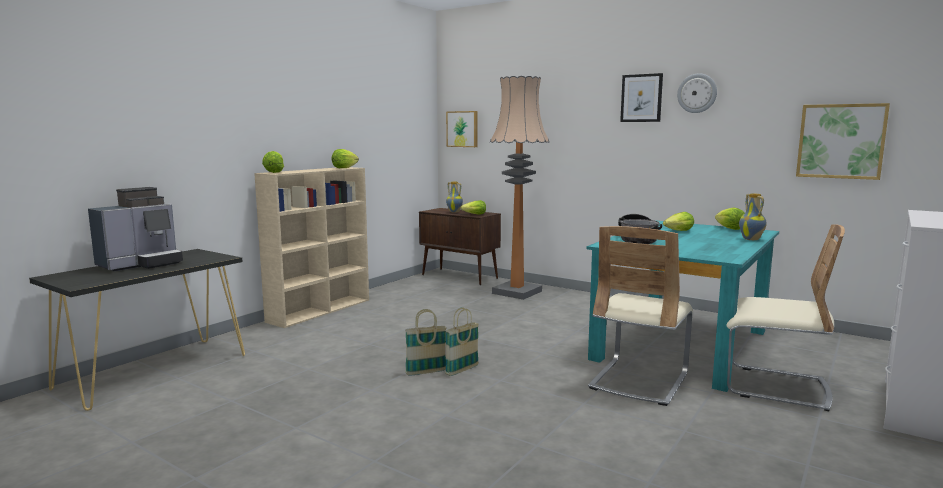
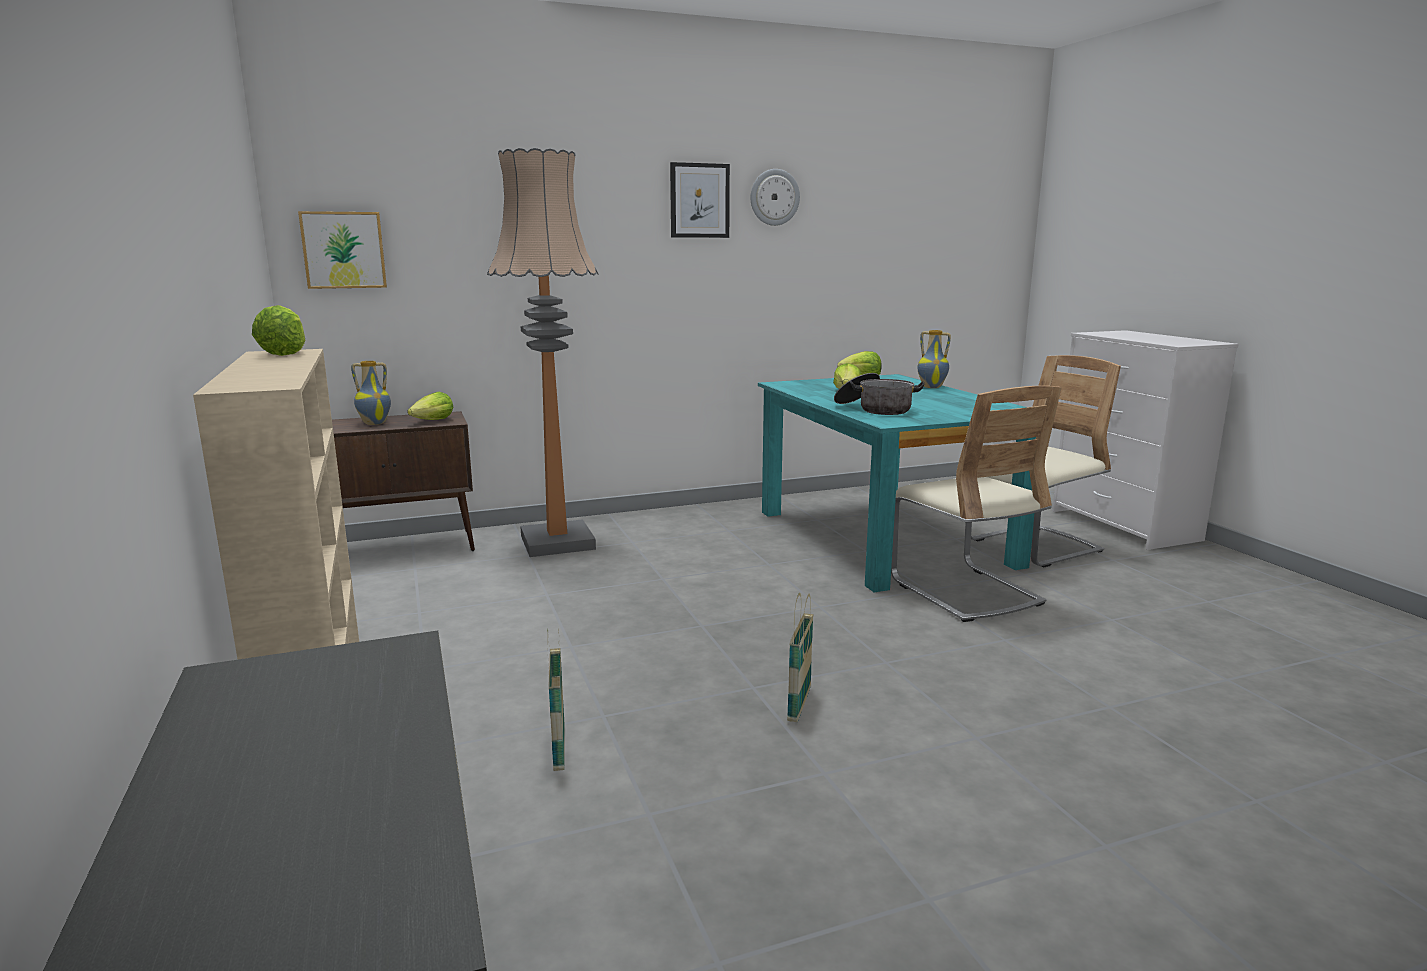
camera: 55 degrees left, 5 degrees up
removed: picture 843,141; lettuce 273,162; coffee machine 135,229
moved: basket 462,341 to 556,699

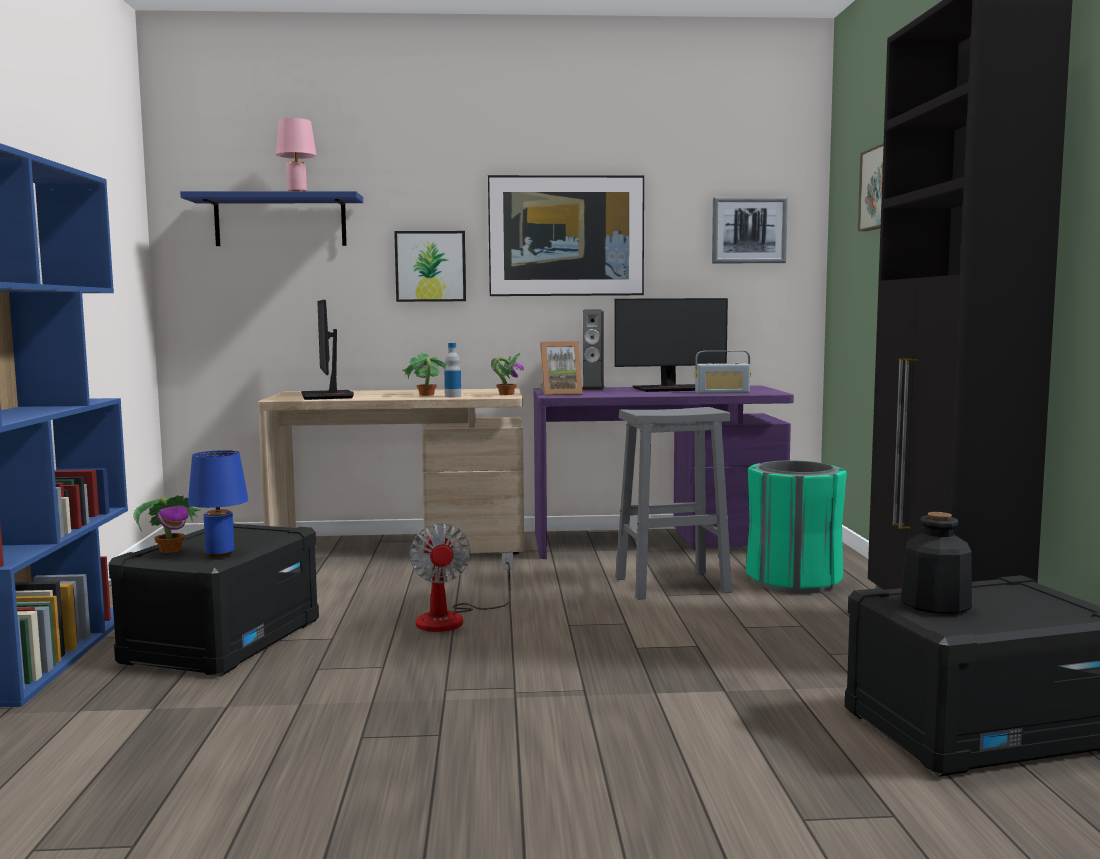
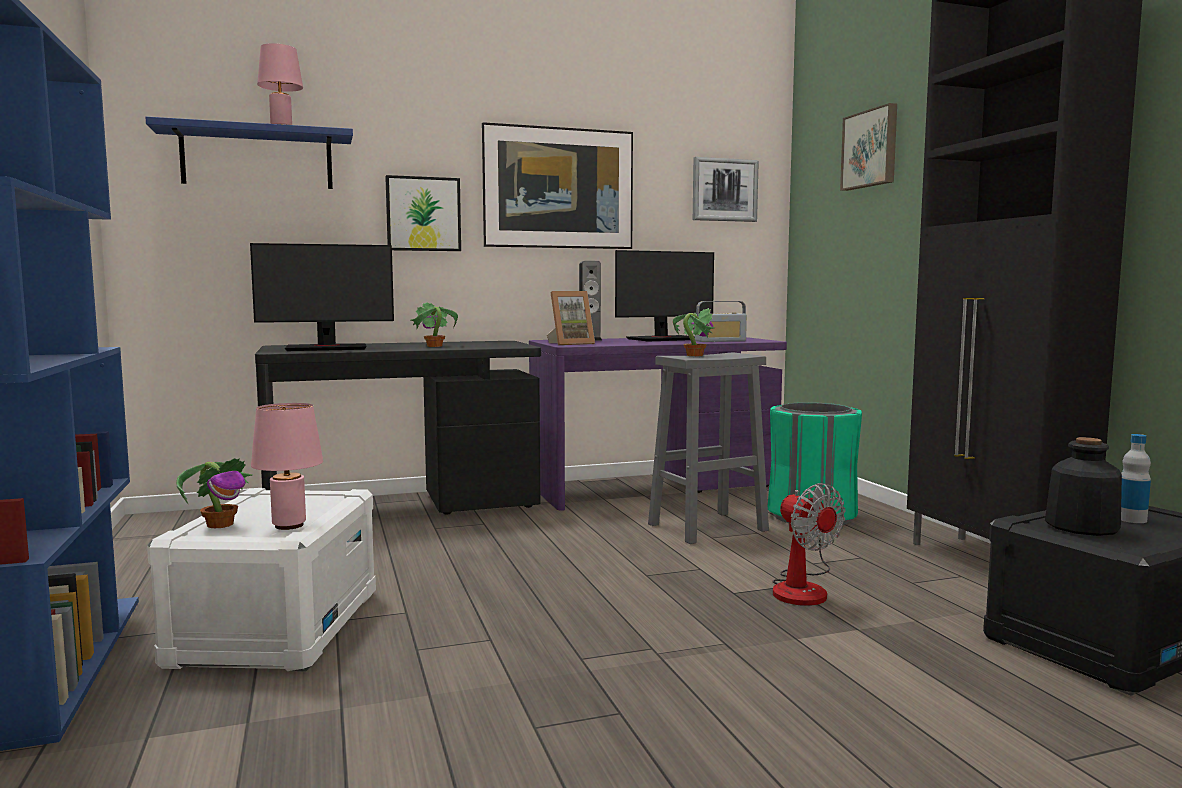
camera: 15 degrees left, 0 degrees up
moved: bottle 453,370 to 1136,478; potted plant 507,373 to 694,332; fan 461,577 to 809,544
recoloured: beige desk 391,471 to black desk 398,428; blue table lamp 218,503 to pink table lamp 287,466; black storage box 213,600 to white storage box 261,580
turned: monitor 327,350 = 322,297 75 degrees counterclockwise

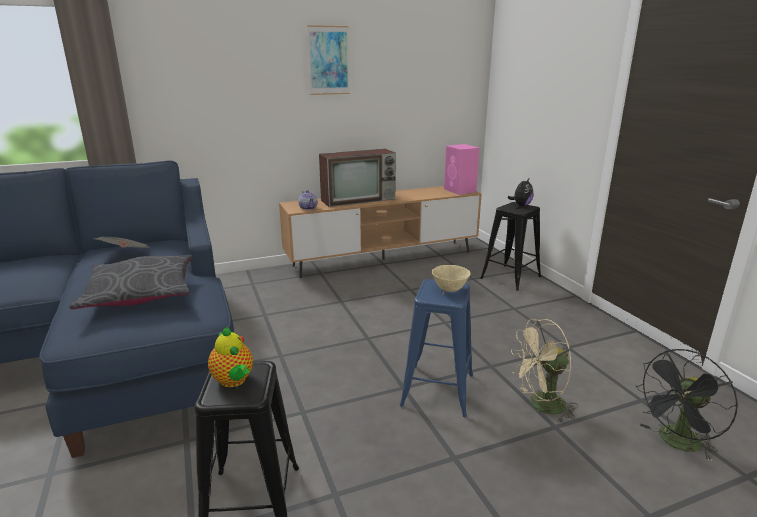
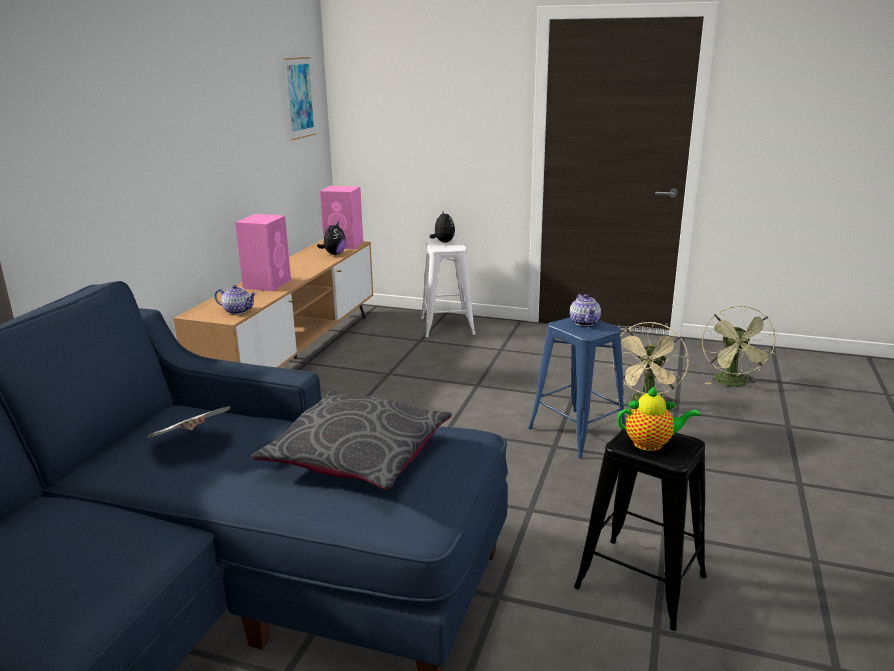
camera: 50 degrees left, 0 degrees up
added: plush toy 331,238
moved: picture 328,60 to 300,98
replaced: television 357,178 to pink speaker 263,252; beige bowl 451,278 to teapot 585,310
recoloured: black stool 510,246 to white stool 448,288; black fan 686,405 to green fan 740,346

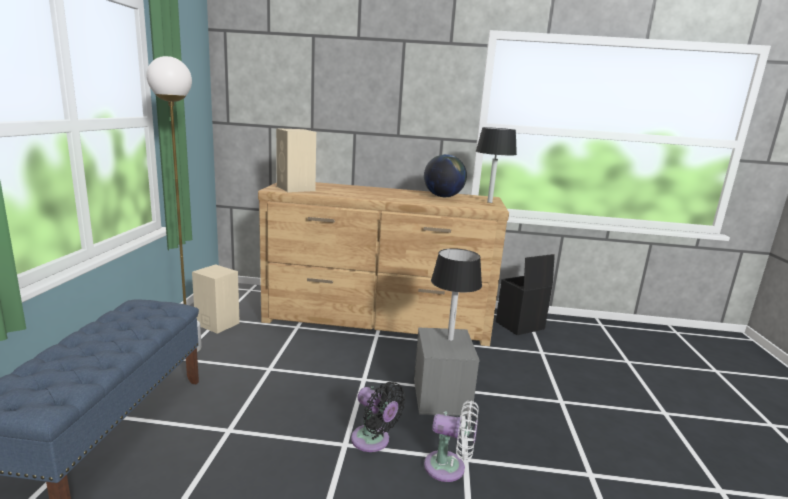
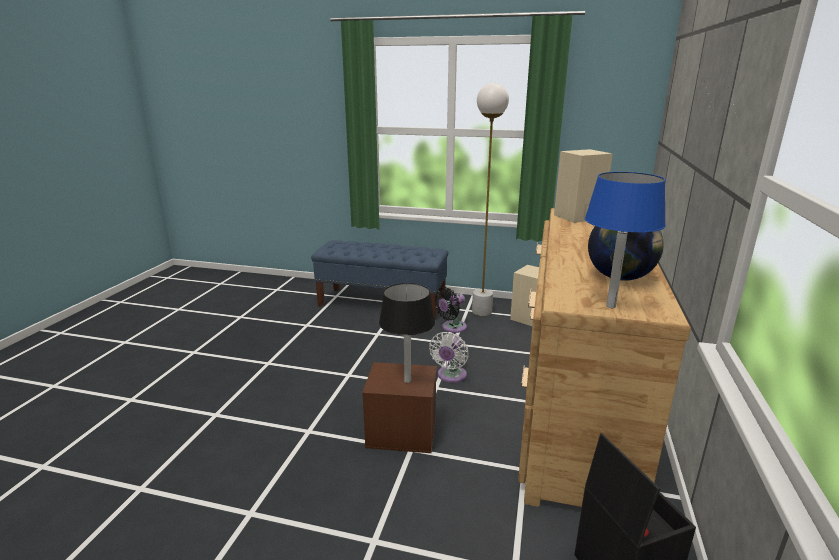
camera: 100 degrees right, 5 degrees up
moved: black fan 378,417 to 450,310; white fan 451,441 to 449,357
recoloured: black table lamp 496,165 to blue table lamp 625,240; grey storage box 447,371 to brown storage box 399,407

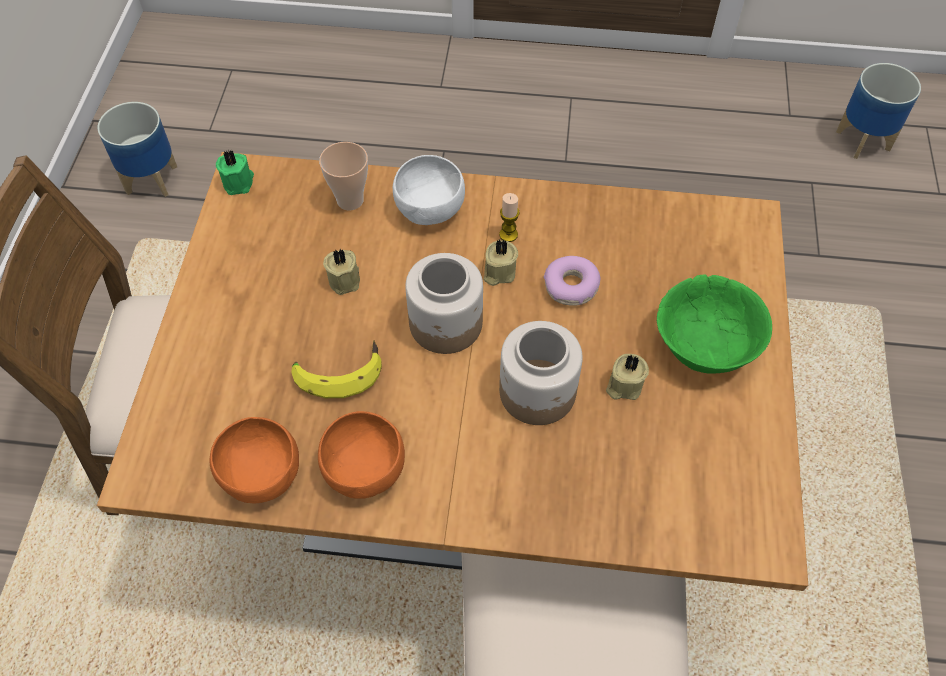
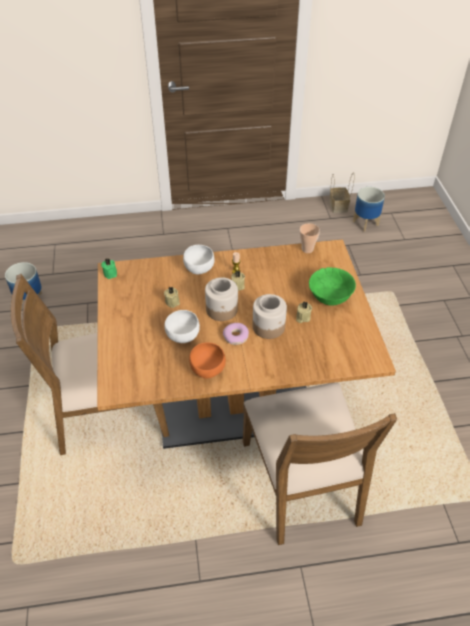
camera: 15 degrees left, 10 degrees down
removed: orange bowl 254,460
added: basket 341,192
moved: cup 343,176 to 310,238; donut 572,281 to 236,334
replaced: banana 336,369 to white bowl 182,326

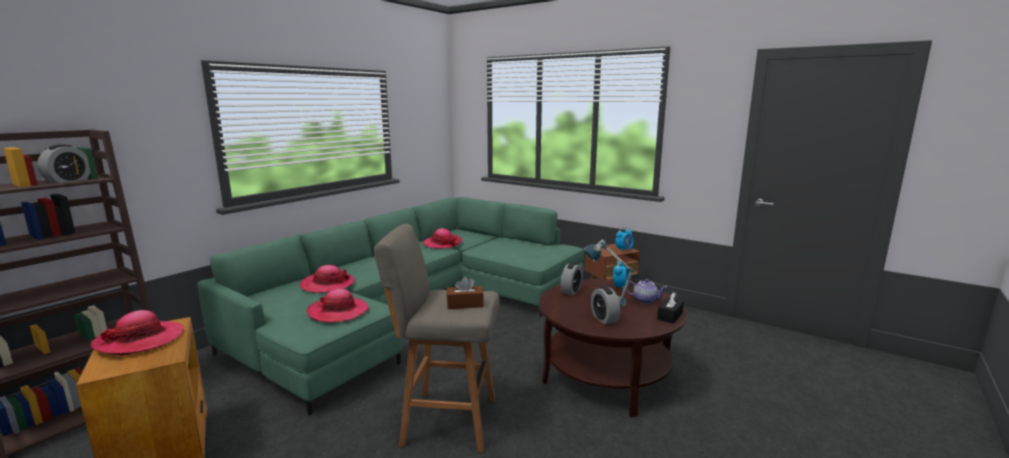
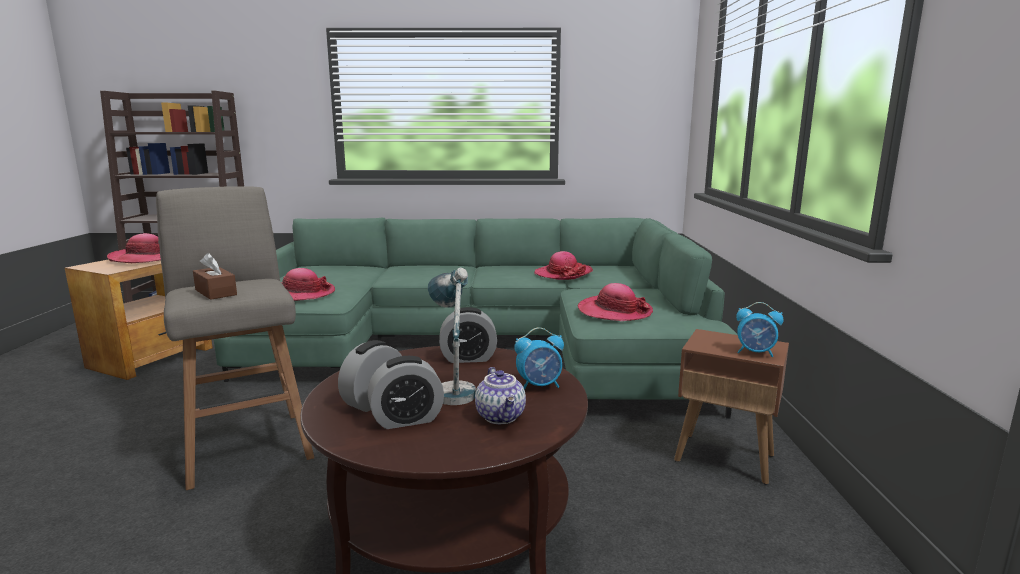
camera: 55 degrees right, 0 degrees up
removed: black tissue box 670,308
moved: alarm clock 63,164 to 405,392; hat 327,279 to 615,302

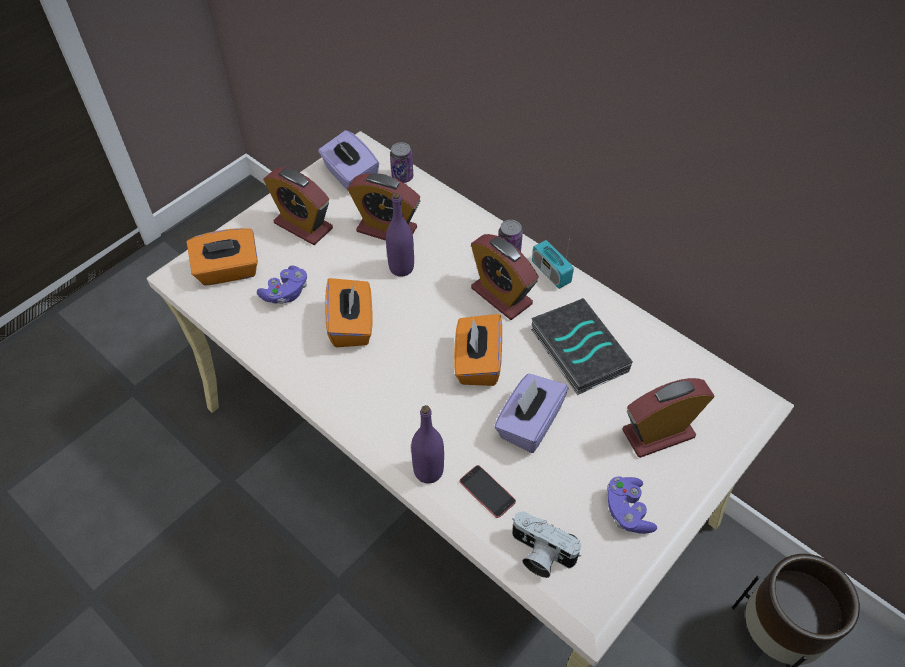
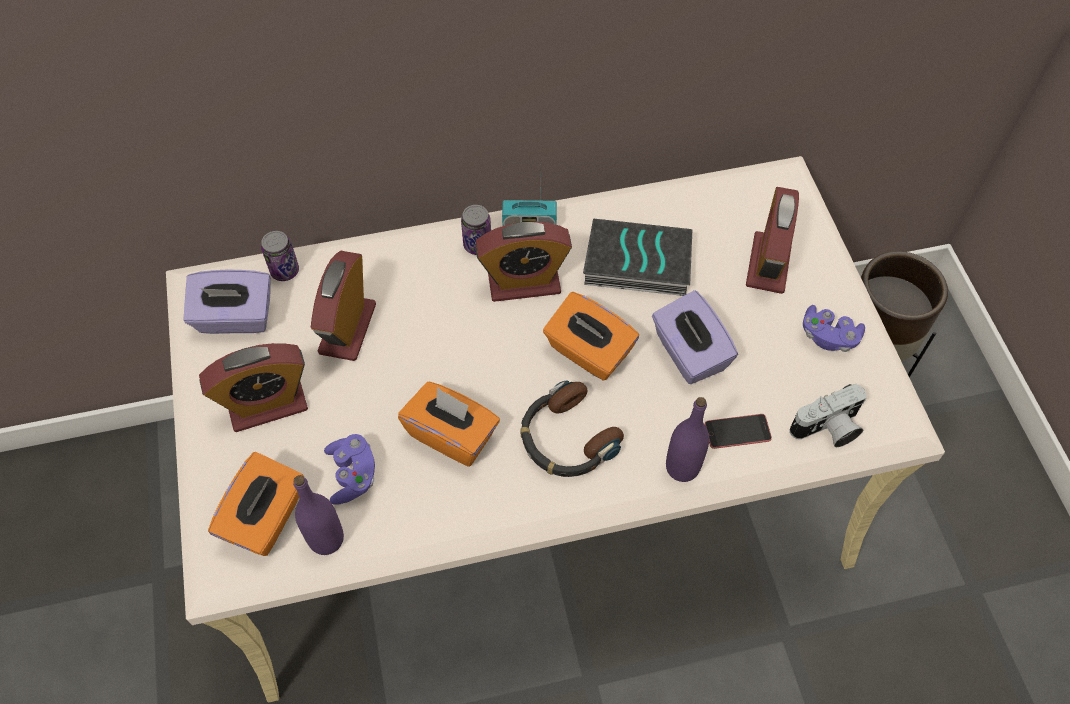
camera: 55 degrees left, 5 degrees up
added: headphones 572,428
moved: purple bottle 400,235 to 318,515
turned: alarm clock 383,207 = 343,306 135 degrees clockwise

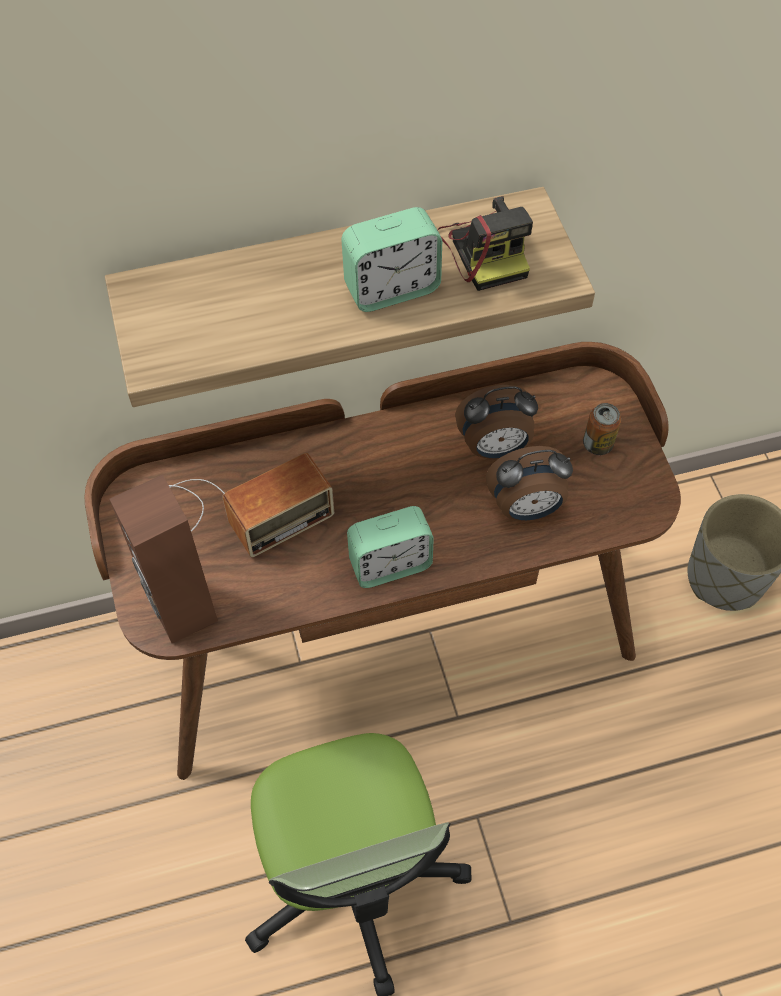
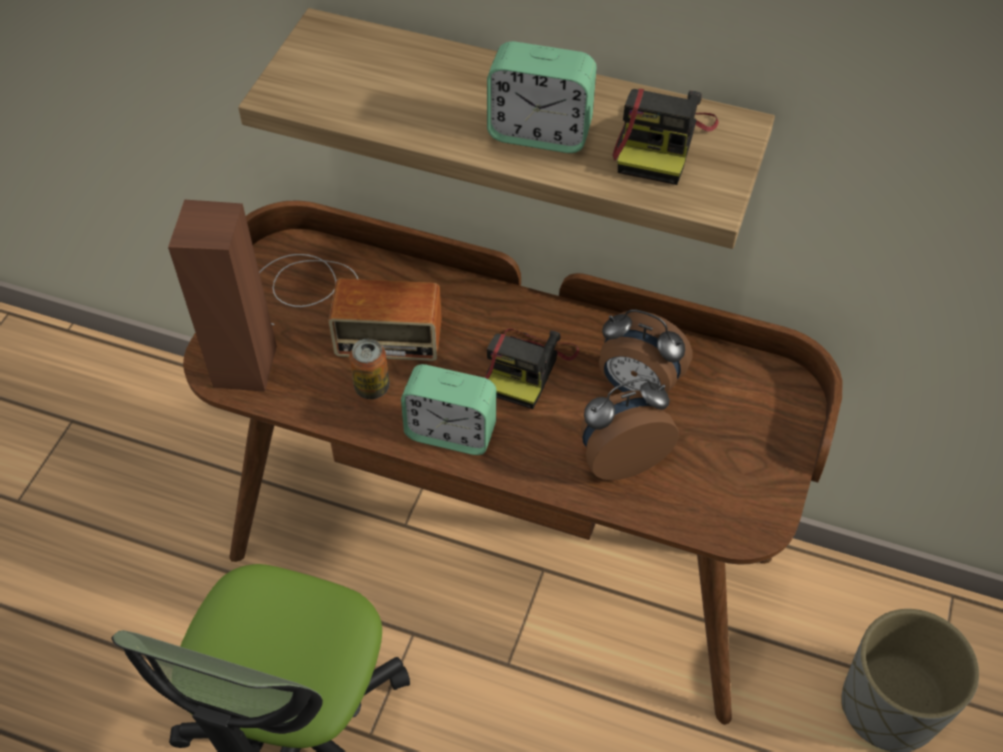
camera: 35 degrees right, 5 degrees down
added: photo camera 531,368
moved: can 602,429 to 369,369
turned: alarm clock 529,483 = 630,429 135 degrees clockwise

